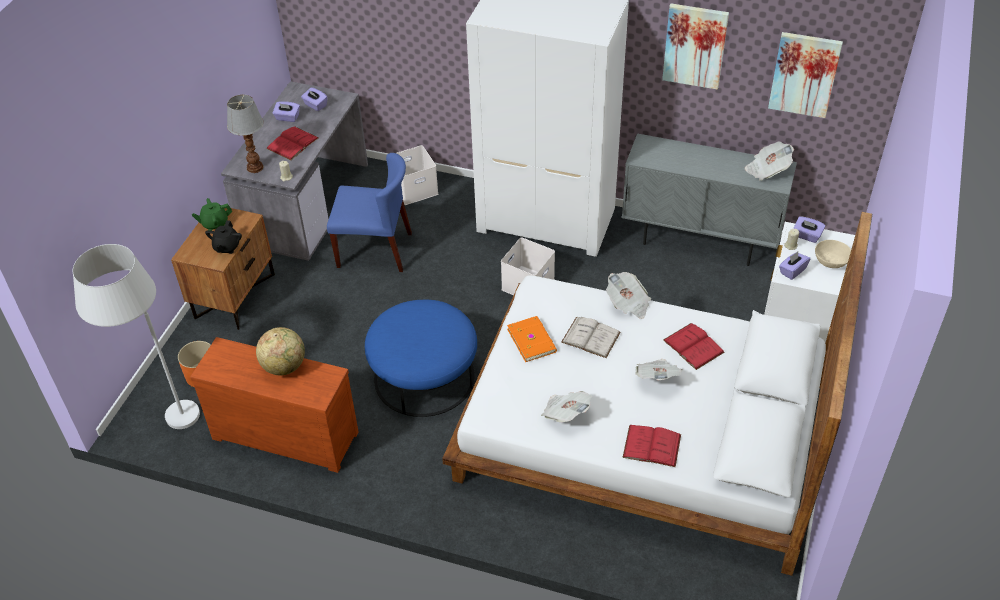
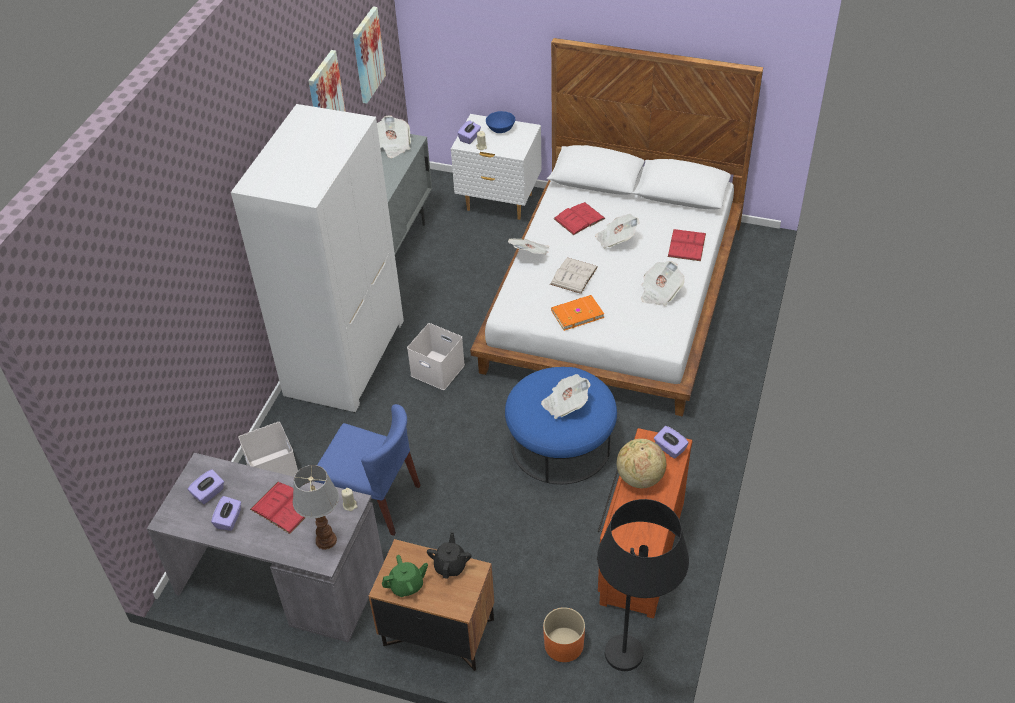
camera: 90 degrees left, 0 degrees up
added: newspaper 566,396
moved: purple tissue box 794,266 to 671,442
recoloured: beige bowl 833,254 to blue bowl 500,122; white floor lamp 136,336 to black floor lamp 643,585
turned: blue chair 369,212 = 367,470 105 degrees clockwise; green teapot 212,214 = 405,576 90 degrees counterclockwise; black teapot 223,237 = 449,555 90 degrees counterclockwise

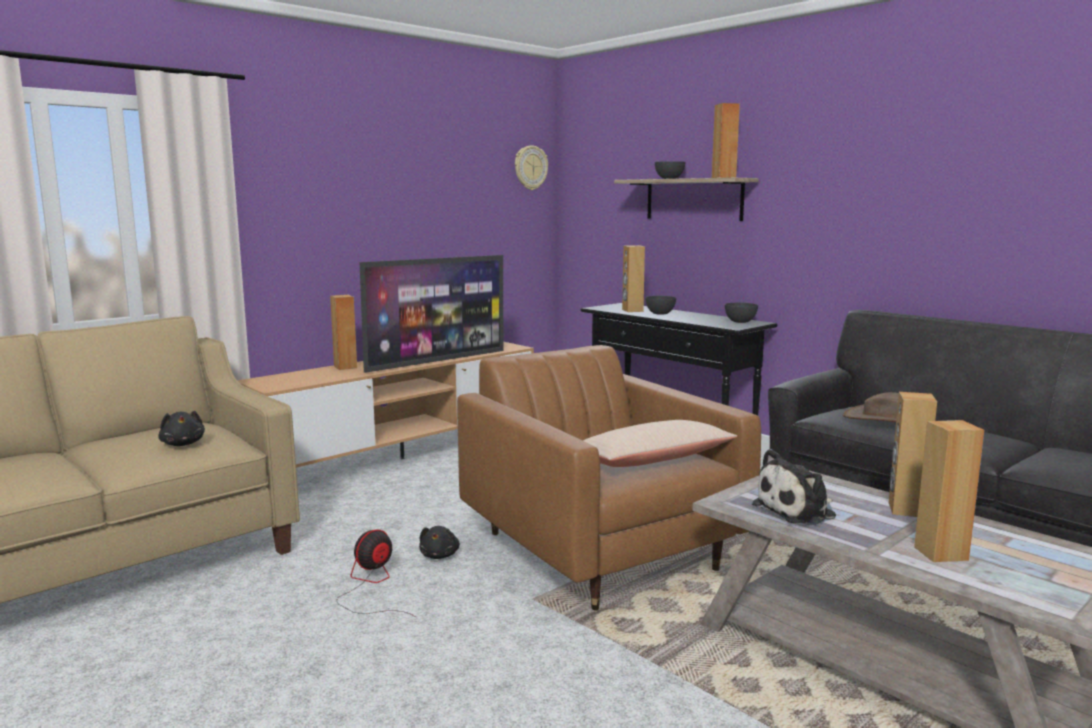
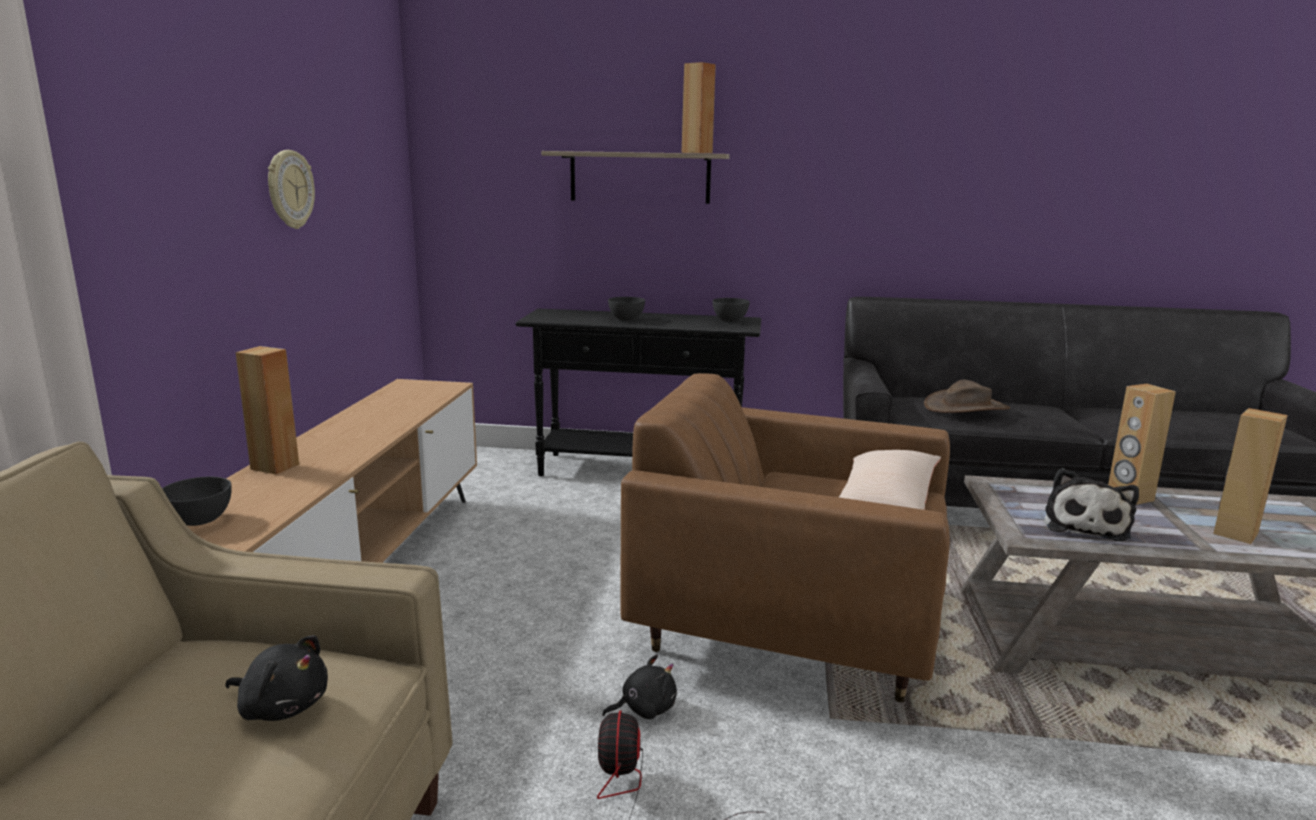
camera: 40 degrees left, 5 degrees up
removed: brown speaker 633,278; television 431,314
moved: wall clock 531,168 to 291,189; grey bowl 670,170 to 197,501
turned: black plush toy 439,542 = 639,687 75 degrees counterclockwise

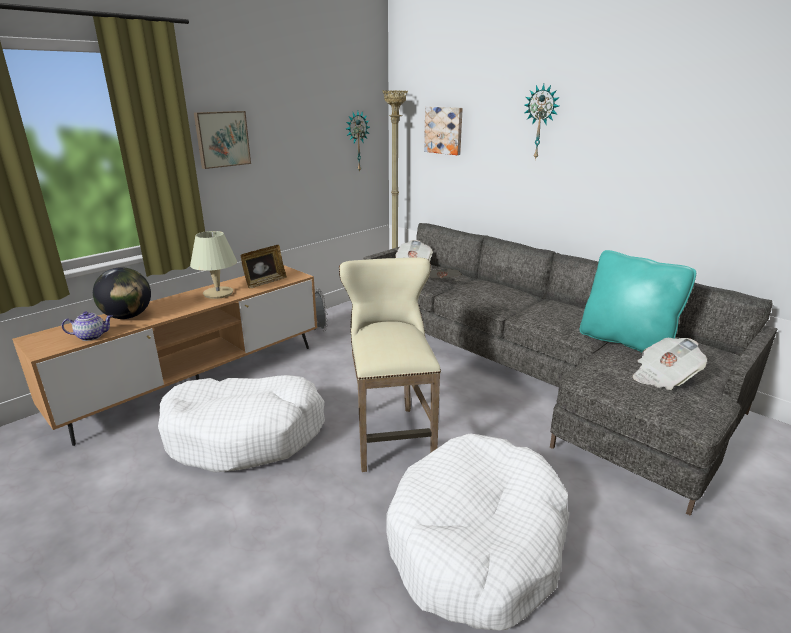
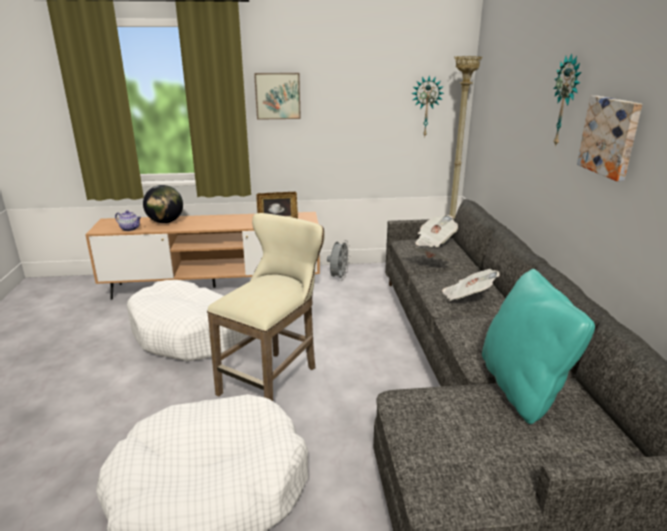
camera: 40 degrees right, 0 degrees up
removed: beige table lamp 213,265
moved: picture 443,131 to 609,138; newspaper 670,363 to 471,285

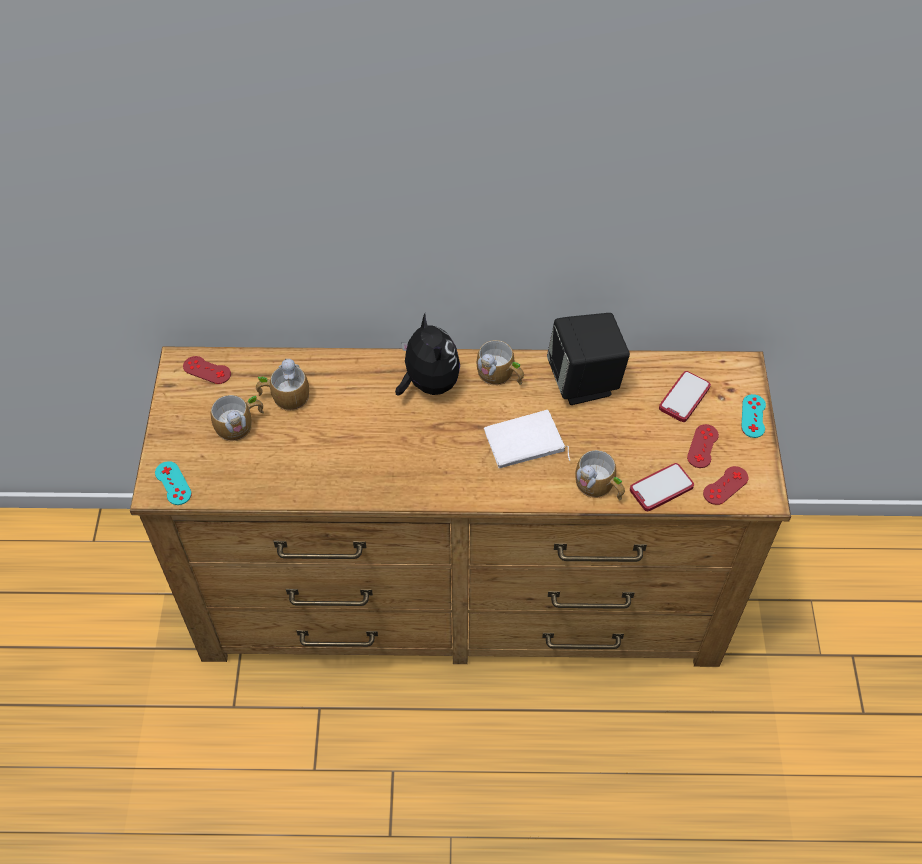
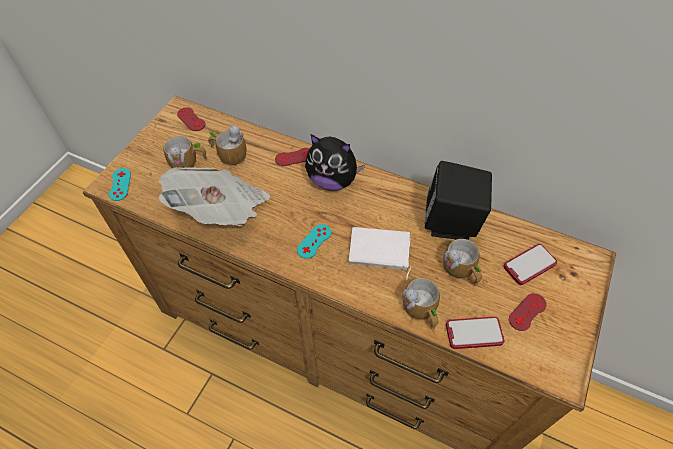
camera: 25 degrees right, 0 degrees up
added: newspaper 214,196
moved: mug 500,363 to 462,262; turquoise game controller 753,416 to 314,241; red game controller 726,485 to 292,157
turned: plush toy 427,354 = 335,162 105 degrees clockwise

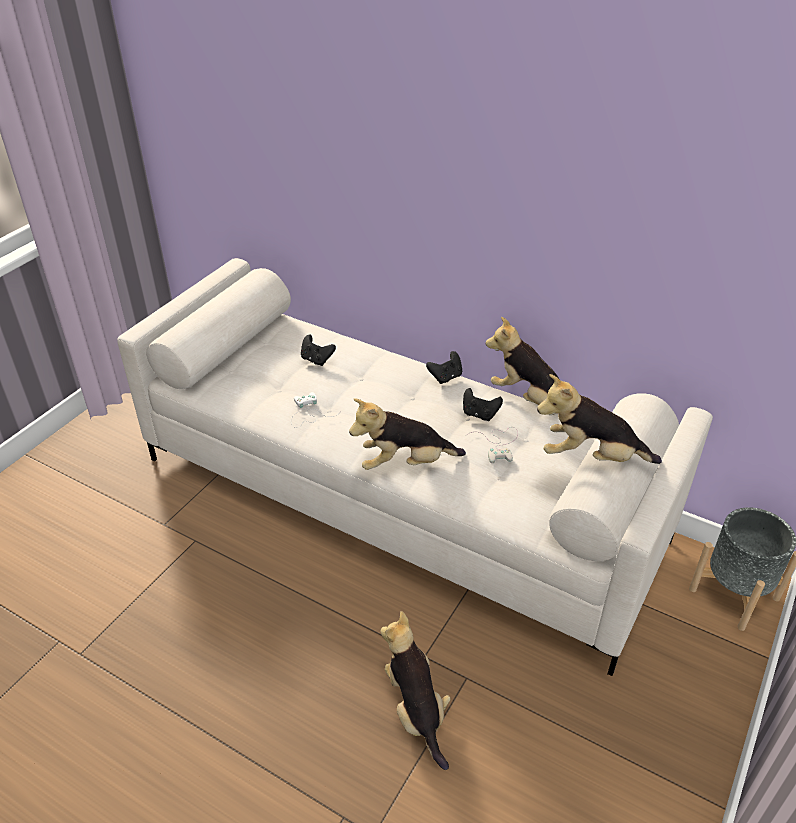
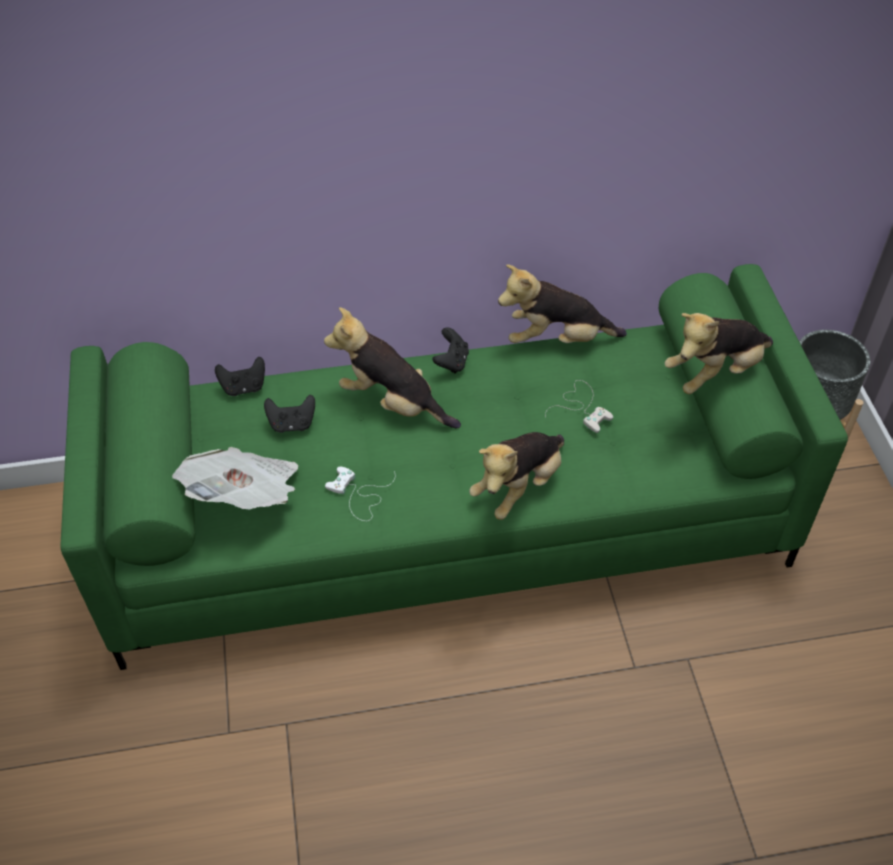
camera: 40 degrees left, 10 degrees up
added: newspaper 235,478
moved: black game controller 483,404 to 240,376; plush toy 415,690 to 392,367
recoloured: white sofa 415,467 to green sofa 454,467

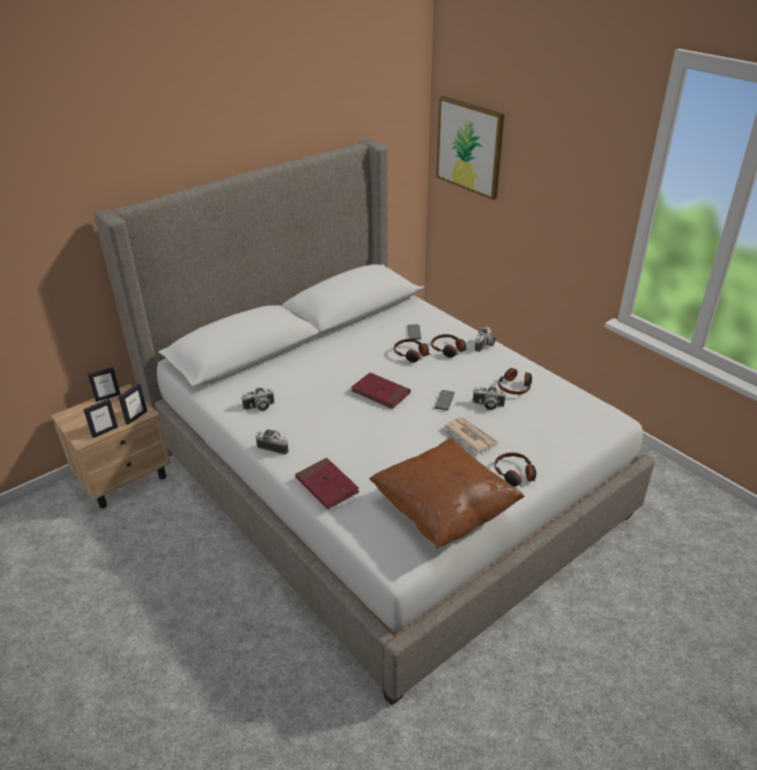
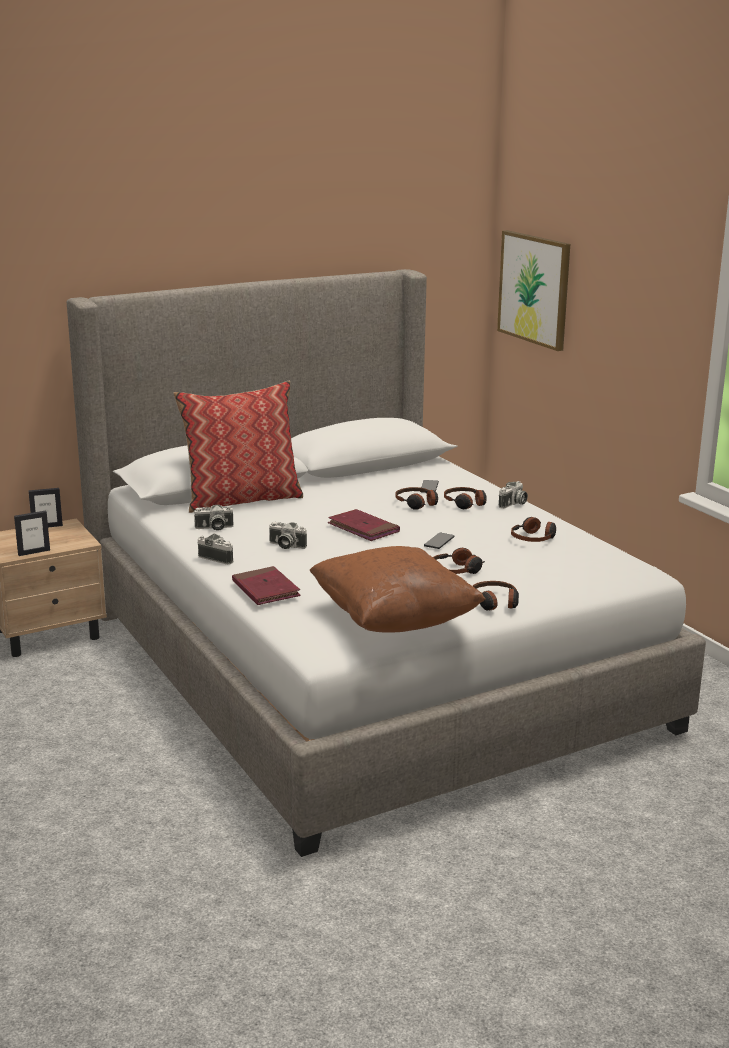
camera: 10 degrees right, 15 degrees down
removed: picture frame 132,404
added: pillow 238,447
moved: photo camera 489,398 to 288,535
replaced: newspaper 471,435 to headphones 459,561

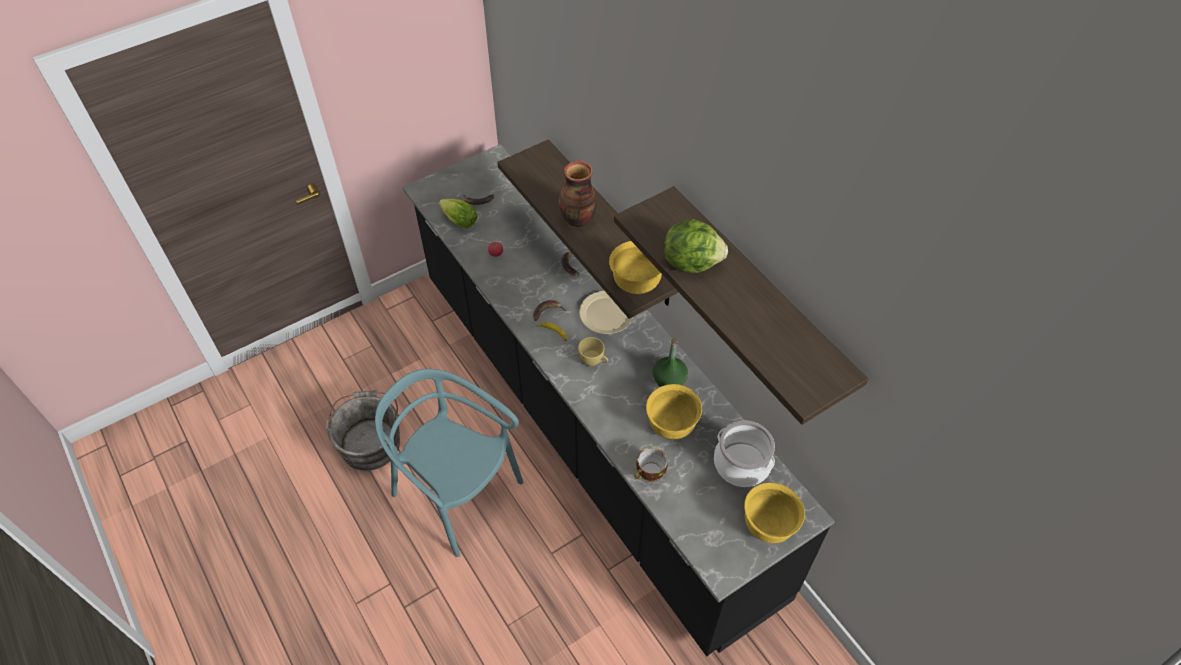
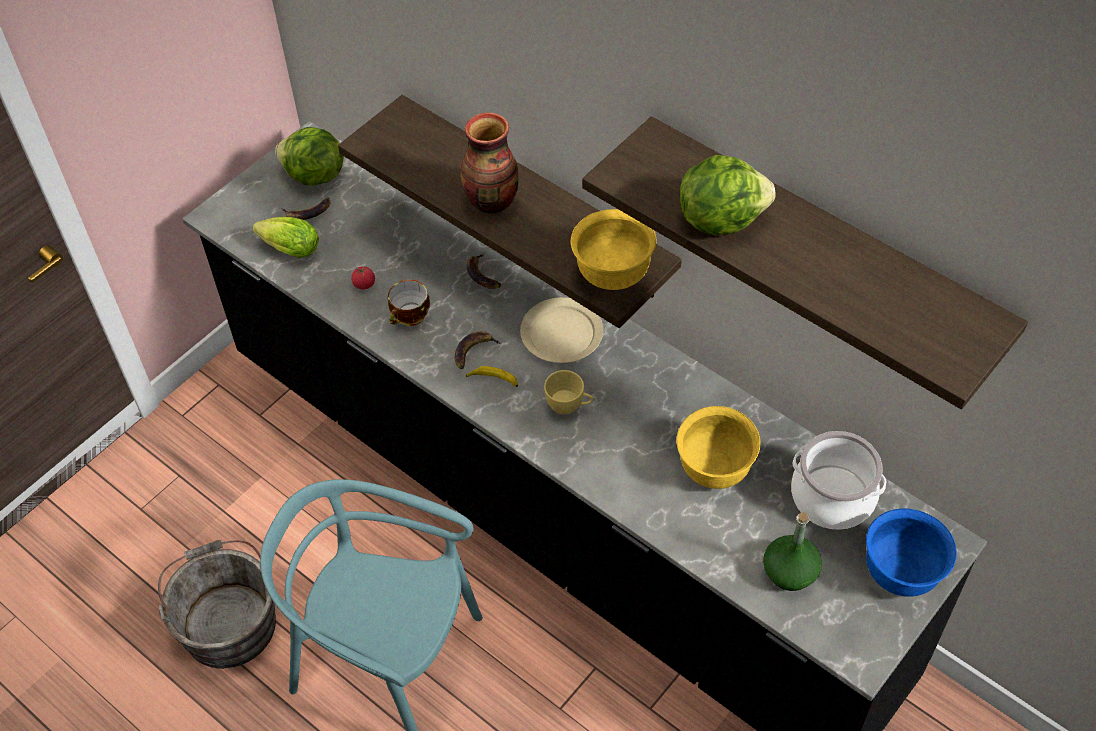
camera: 15 degrees left, 0 degrees up
added: lettuce 309,156
moved: green bottle 670,362 to 792,551; cup 651,464 to 409,303
recoloured: yellow bowl 774,512 to blue bowl 911,553

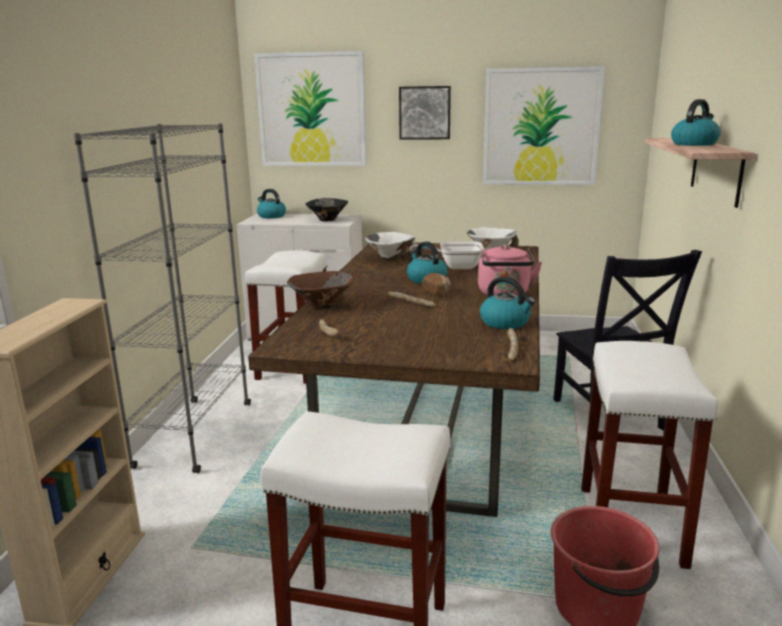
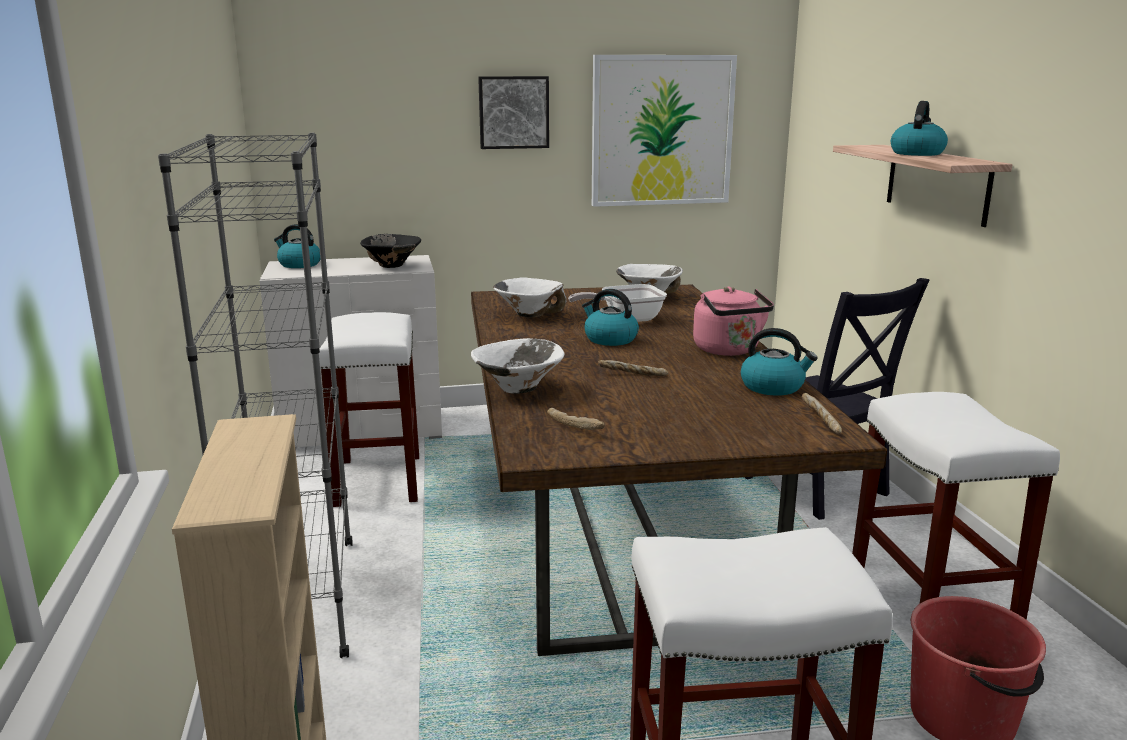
camera: 20 degrees left, 0 degrees up
removed: picture 310,108; bread 436,284
recoloured: brown bowl 320,290 to white bowl 518,366

